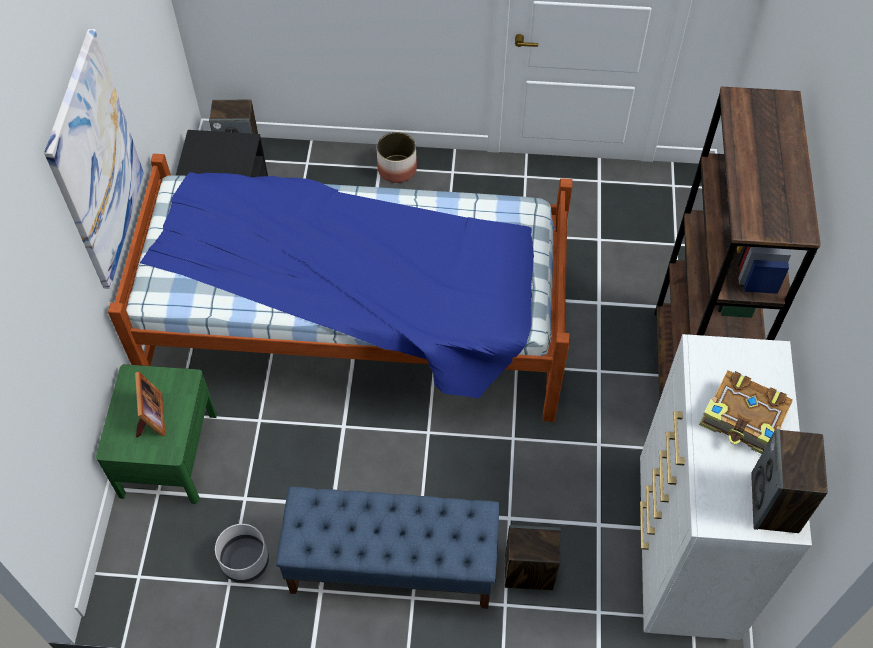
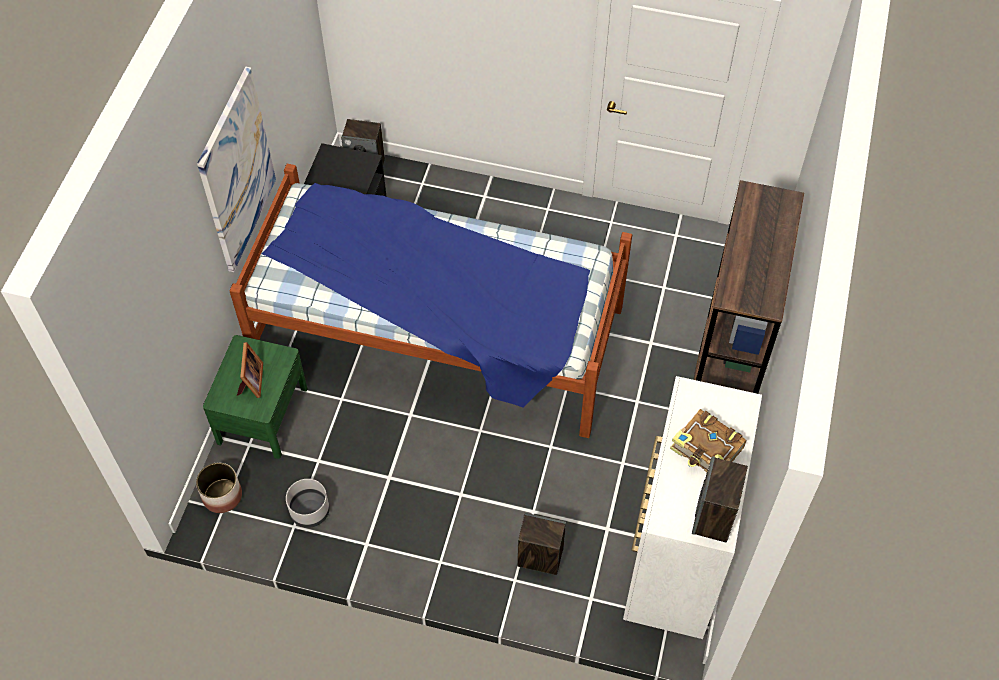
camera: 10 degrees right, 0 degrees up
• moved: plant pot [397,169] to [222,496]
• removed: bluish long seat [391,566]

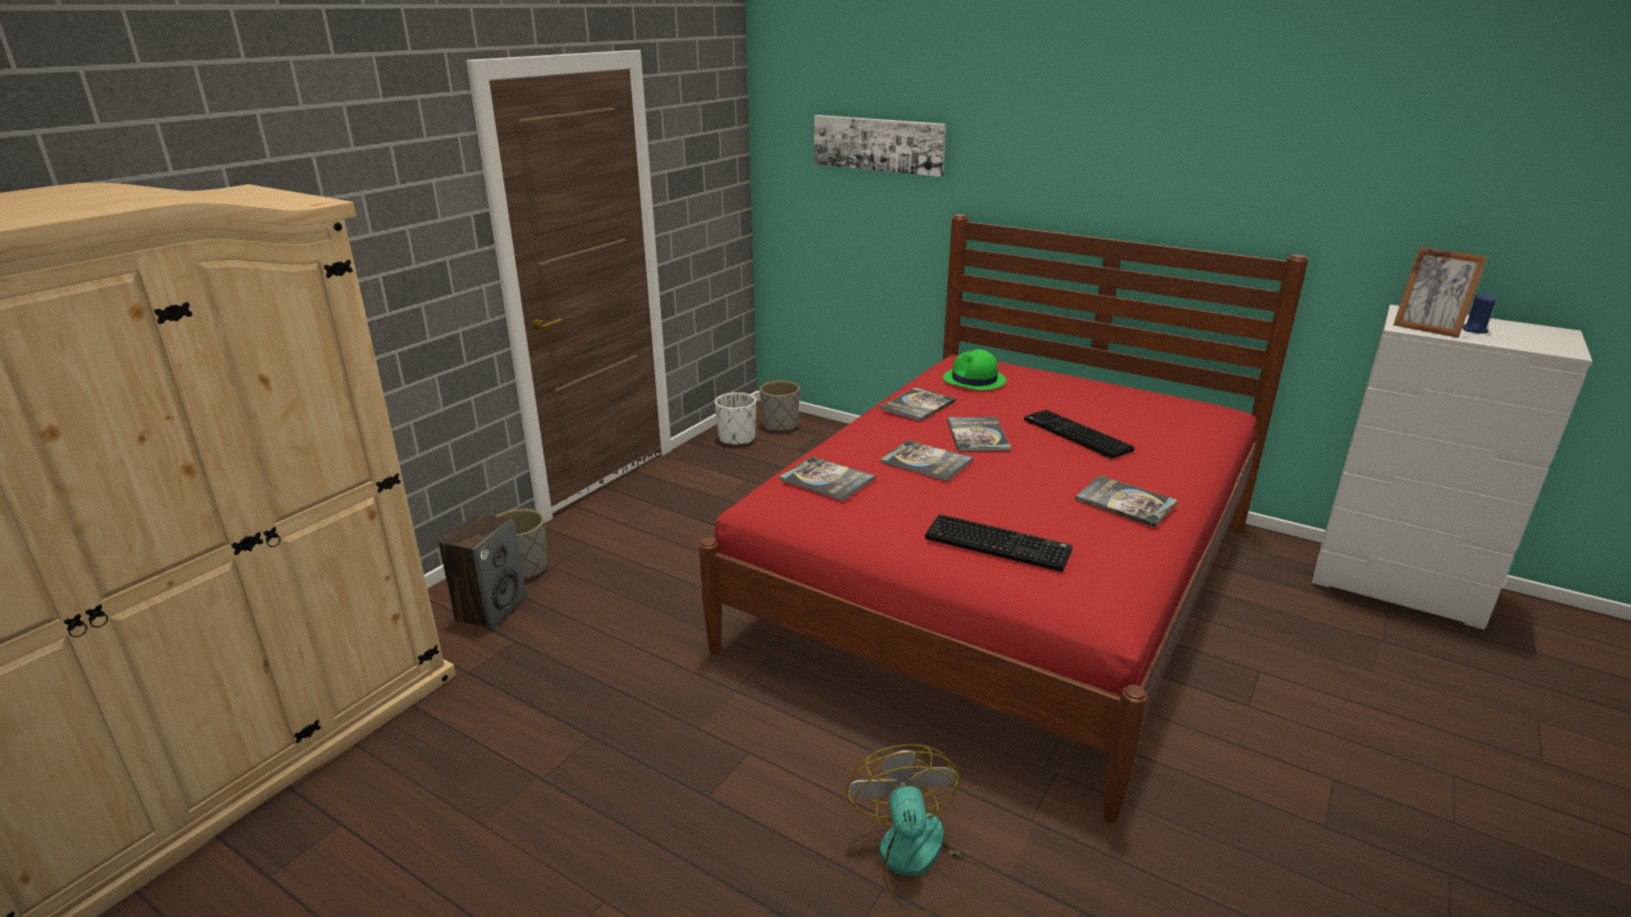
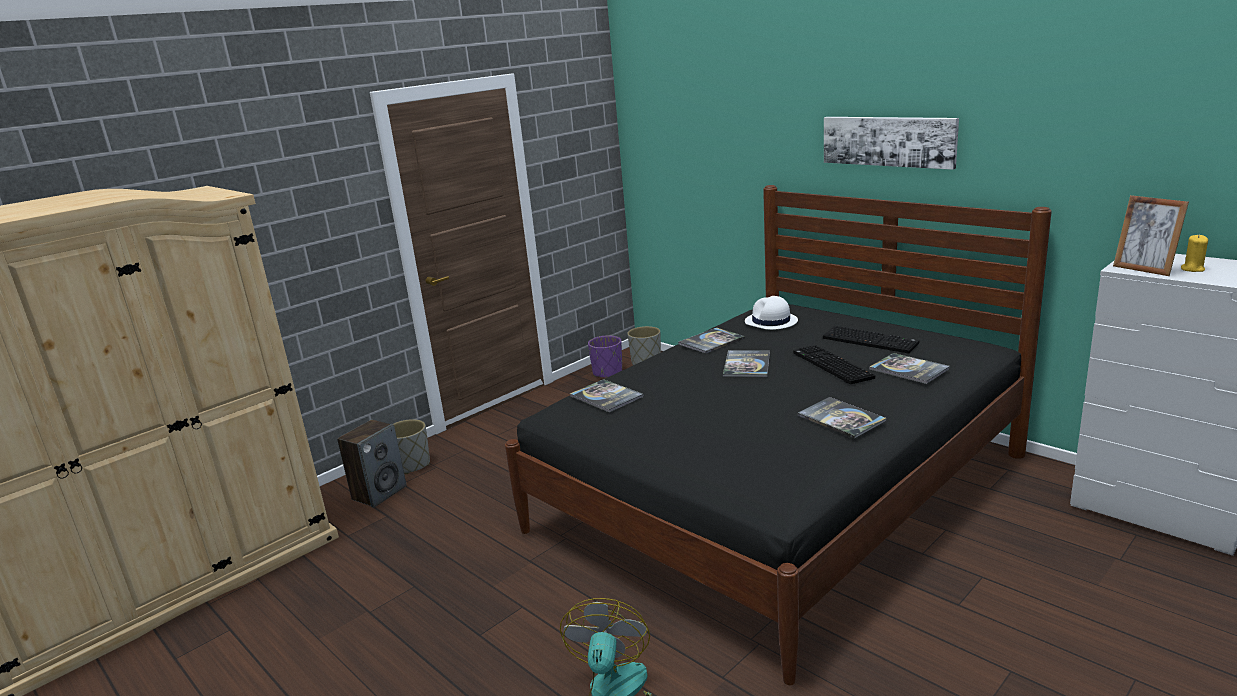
camera: 15 degrees right, 5 degrees down
• moved: picture [879,144] to [888,141]
• recoloured: reddish bed [1002,583] to black-coloured bed [779,493]
• recoloured: bluish candle [1474,330] to yellow candle [1192,269]
• recoloured: green wearable hat [974,380] to white wearable hat [771,322]
• recoloured: white plant pot [737,438] to purple plant pot [608,373]
• moved: book [926,462] to [909,369]
• moved: computer keyboard [999,544] to [871,341]

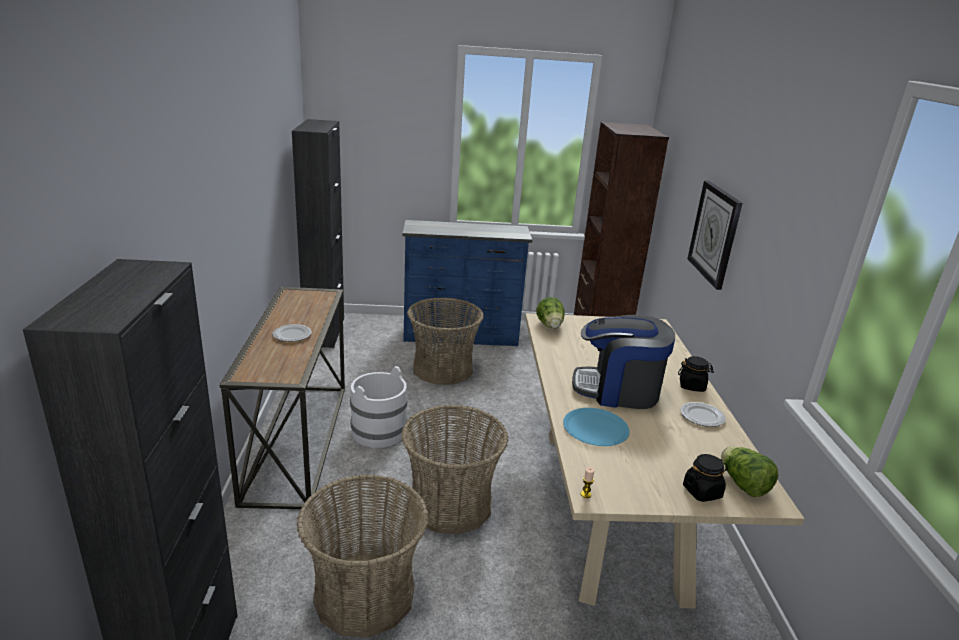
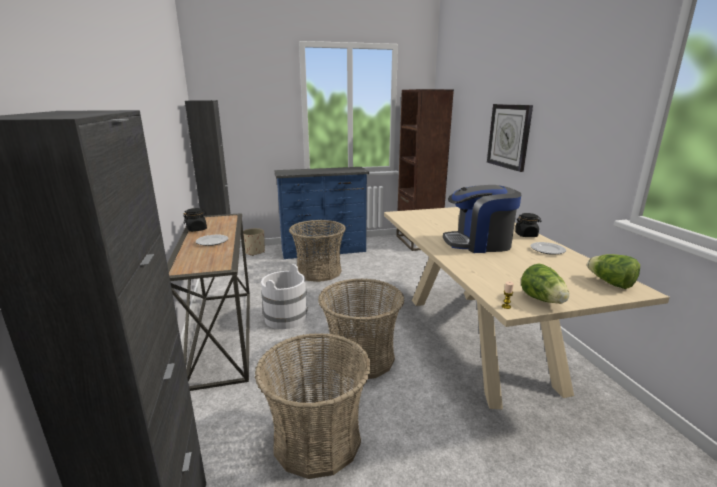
camera: 10 degrees left, 5 degrees down
• moved: head of lettuce [550,326] to [542,300]
• removed: bluish dinner plate [595,428]
• moved: black-coloured jar [702,491] to [197,229]
• added: beige-coloured plant pot [254,252]

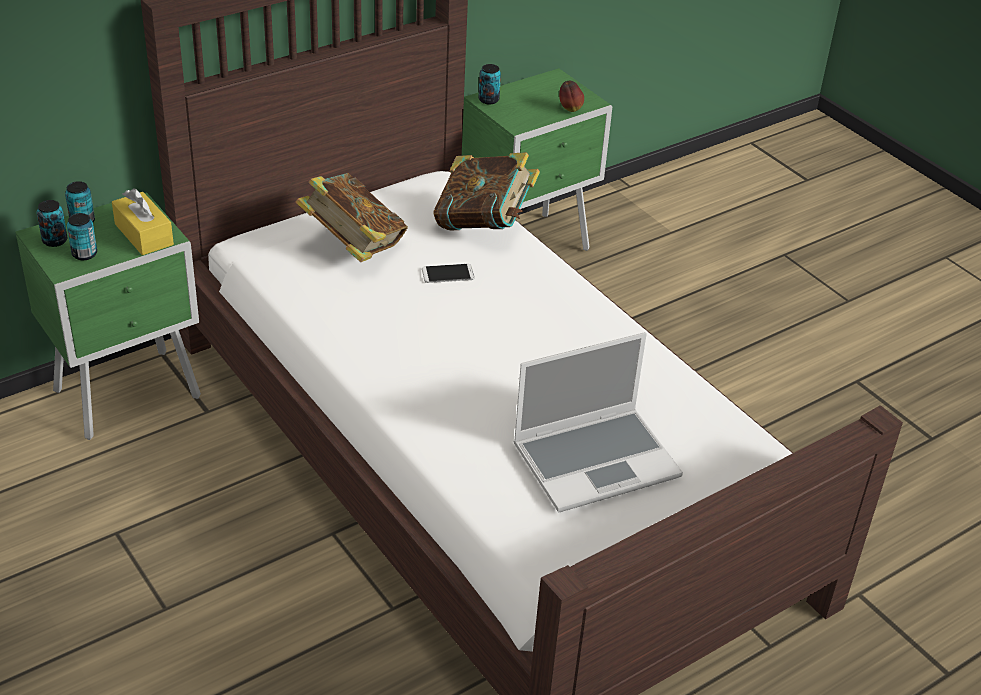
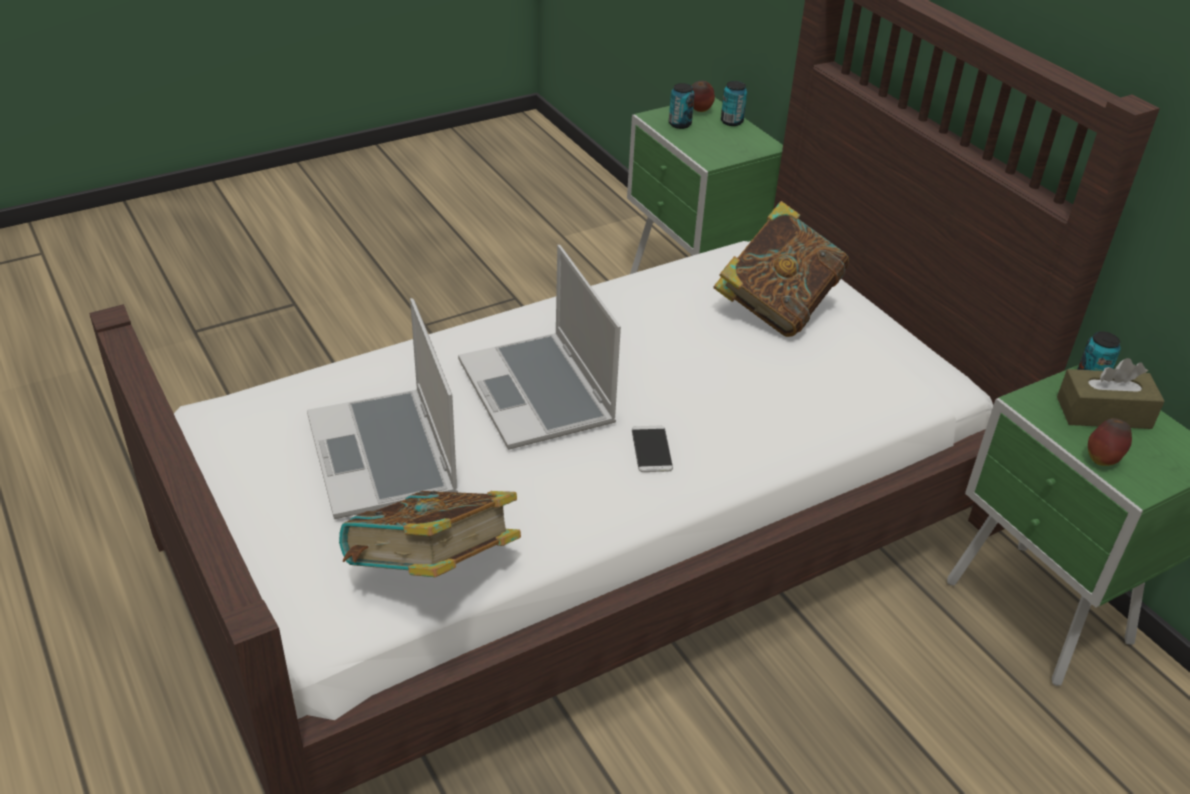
camera: 95 degrees right, 0 degrees up
• moved: book [484,224] to [433,573]
• removed: yellow tissue box [144,234]
• replaced: can [55,241] to apple fruit [699,111]
• moved: phone [448,274] to [651,449]
• added: notebook computer [539,394]
• added: brown-coloured tissue box [1103,413]

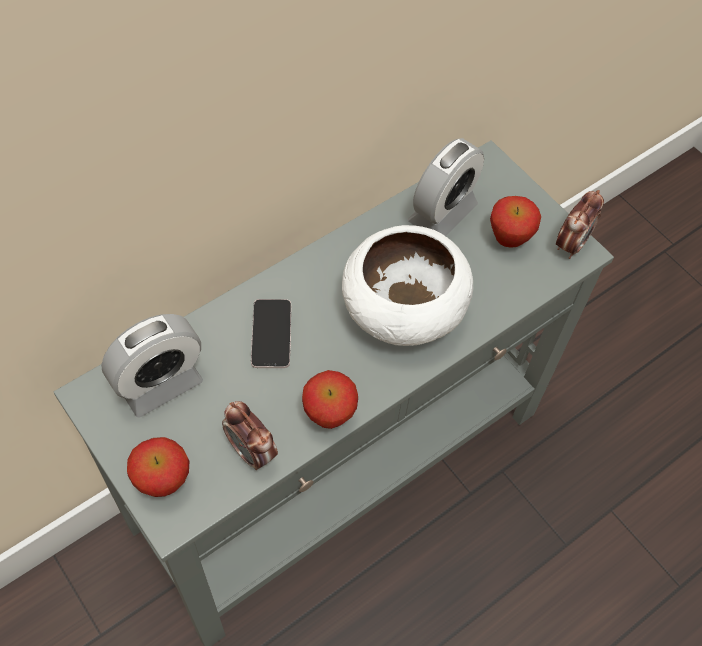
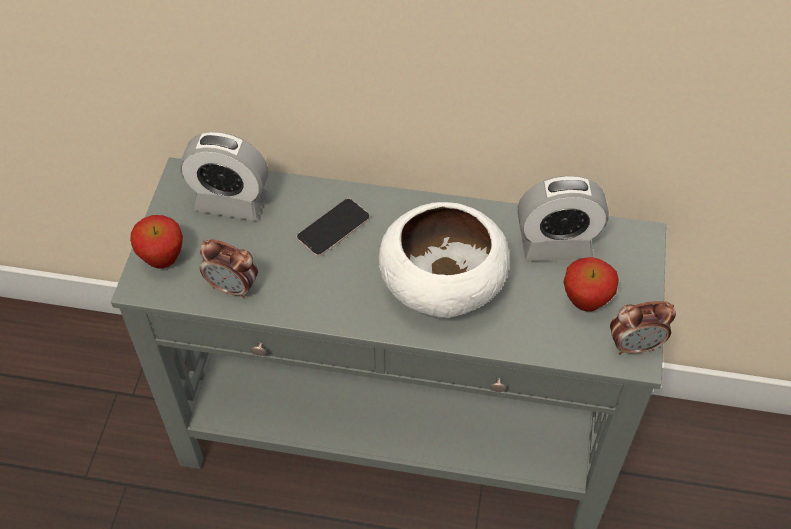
camera: 50 degrees right, 5 degrees down
• removed: apple fruit [329,416]
• turned: table clock [252,452] = [233,288] 75 degrees counterclockwise

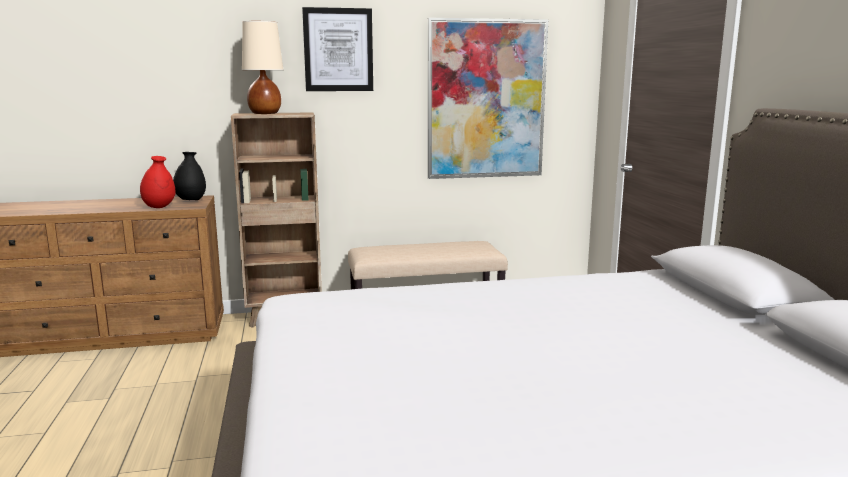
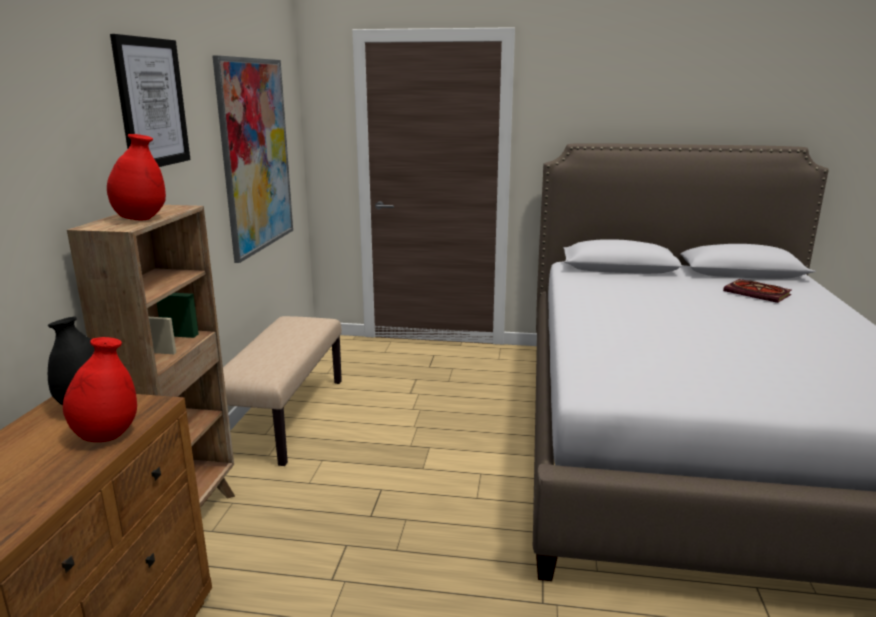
camera: 70 degrees left, 5 degrees up
• replaced: beige-coloured lamp for a table [265,114] to reddish flower vase [140,219]
• added: book [758,293]

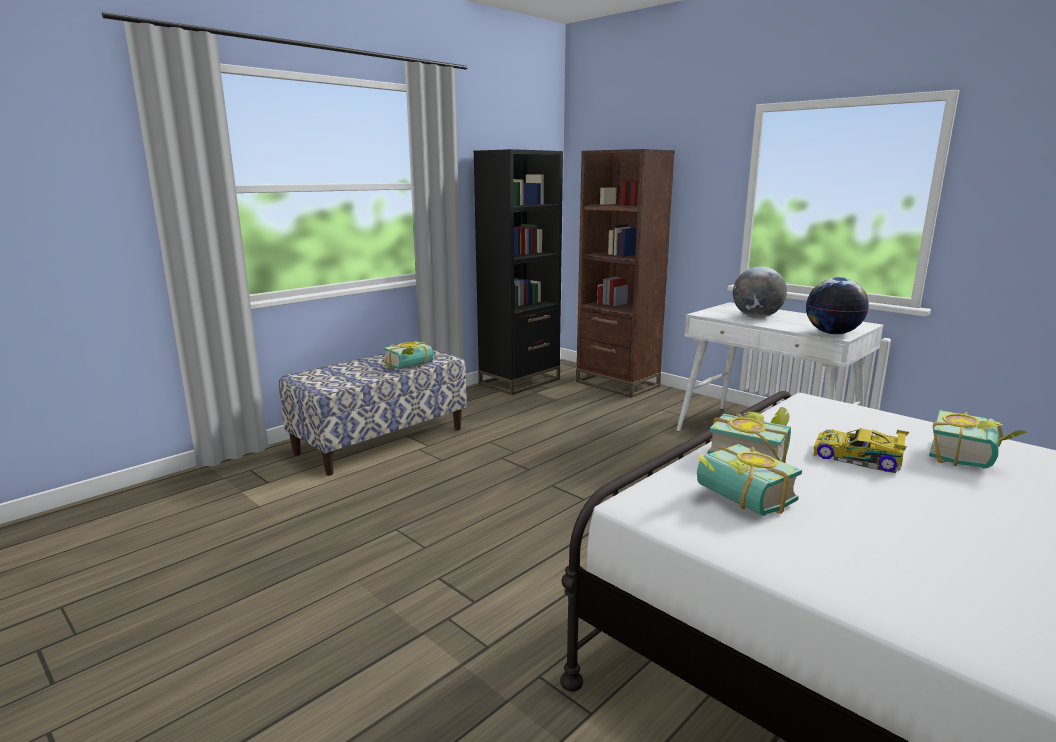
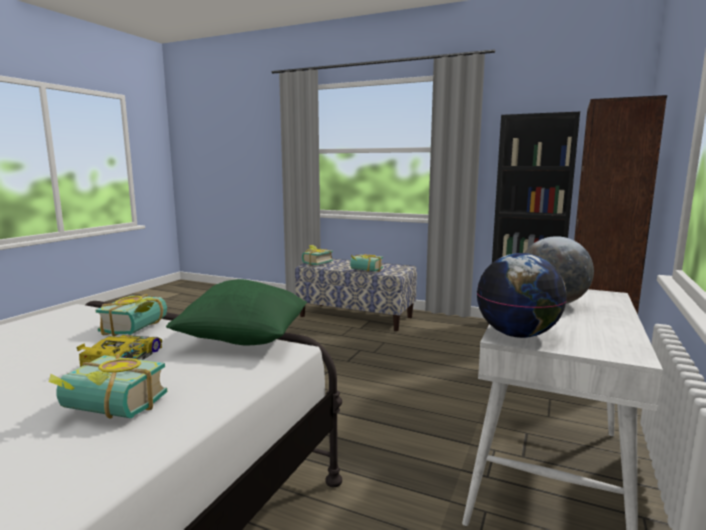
camera: 70 degrees right, 5 degrees down
• moved: book [738,500] to [315,263]
• added: green throw pillow [243,339]

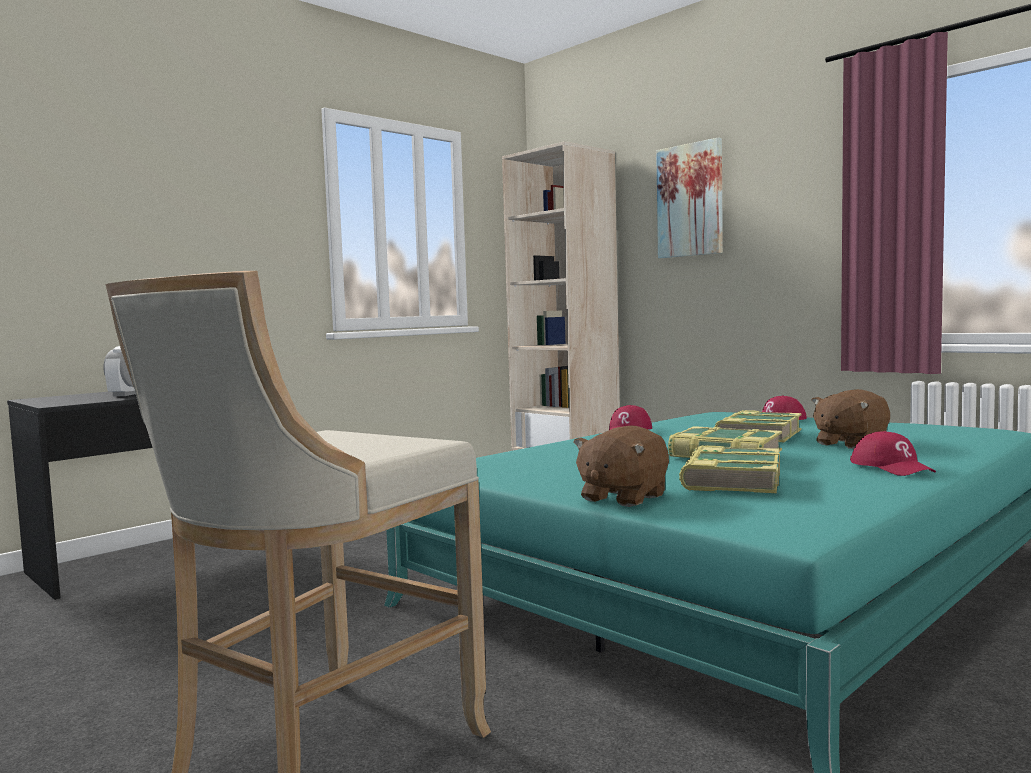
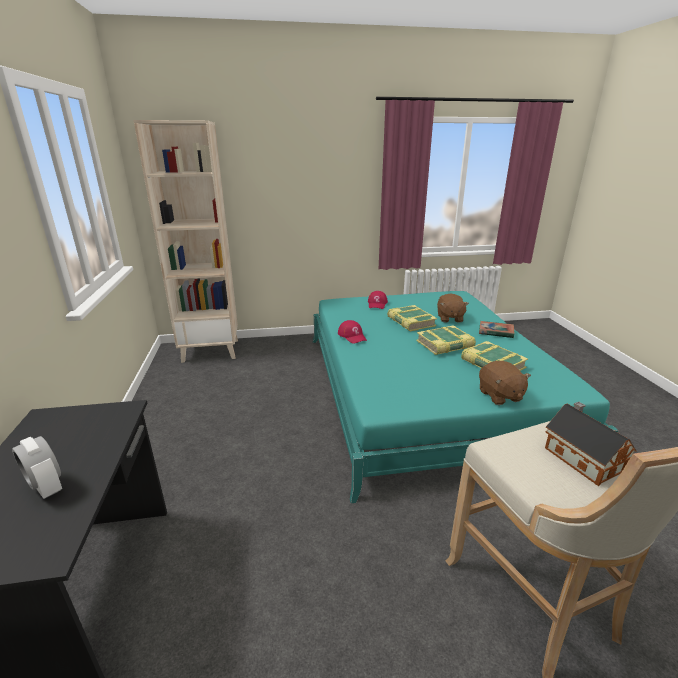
camera: 55 degrees left, 20 degrees up
• removed: picture [690,200]
• replaced: reddish cap [892,467] to book [495,332]
• added: miniature house [580,457]

